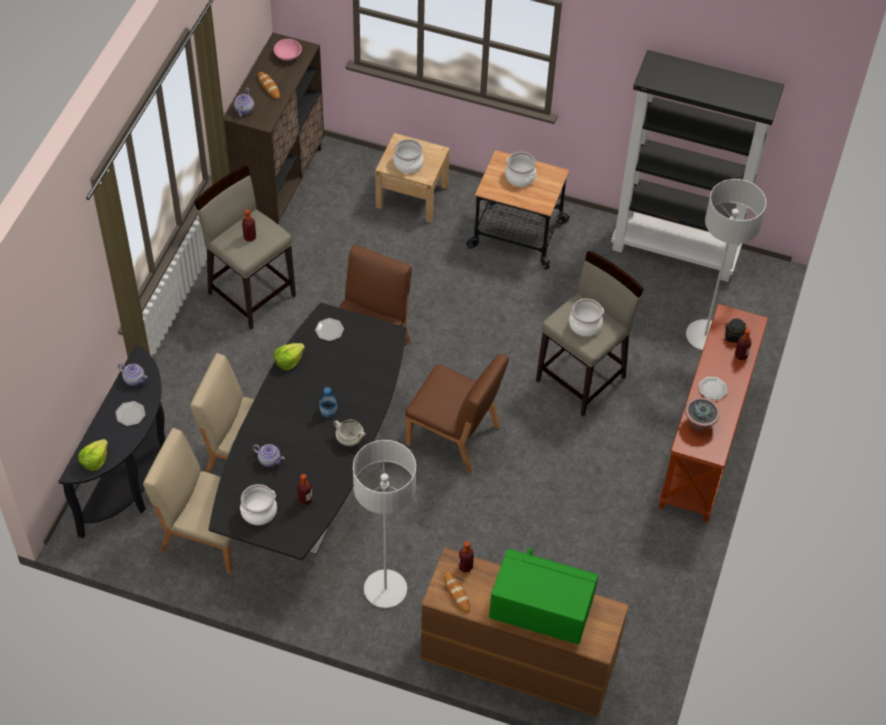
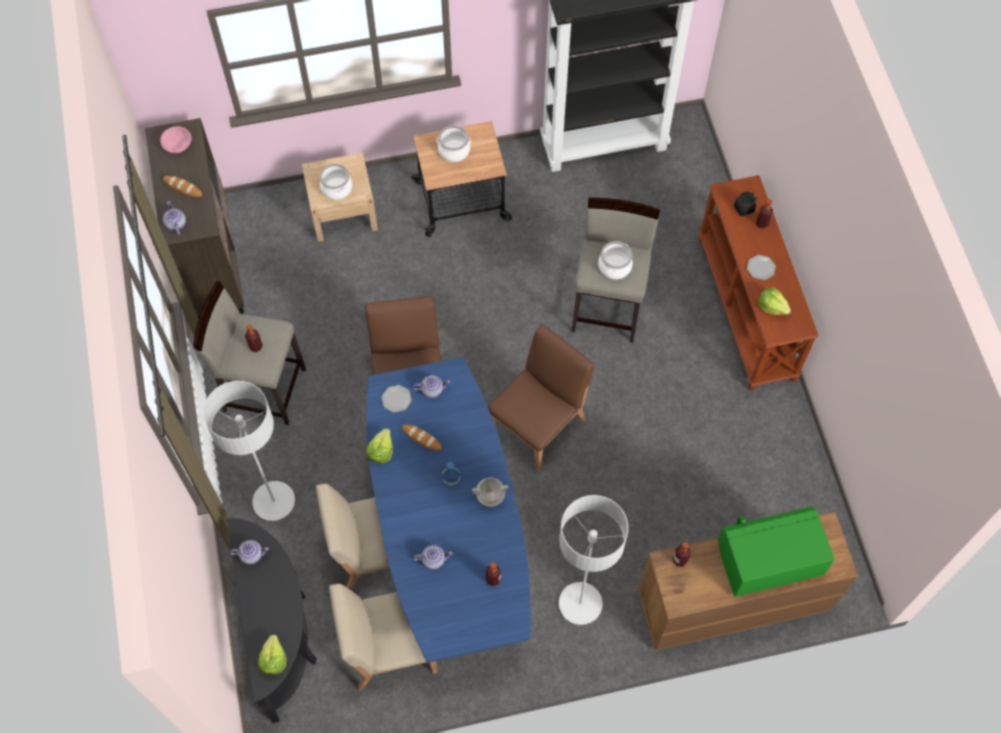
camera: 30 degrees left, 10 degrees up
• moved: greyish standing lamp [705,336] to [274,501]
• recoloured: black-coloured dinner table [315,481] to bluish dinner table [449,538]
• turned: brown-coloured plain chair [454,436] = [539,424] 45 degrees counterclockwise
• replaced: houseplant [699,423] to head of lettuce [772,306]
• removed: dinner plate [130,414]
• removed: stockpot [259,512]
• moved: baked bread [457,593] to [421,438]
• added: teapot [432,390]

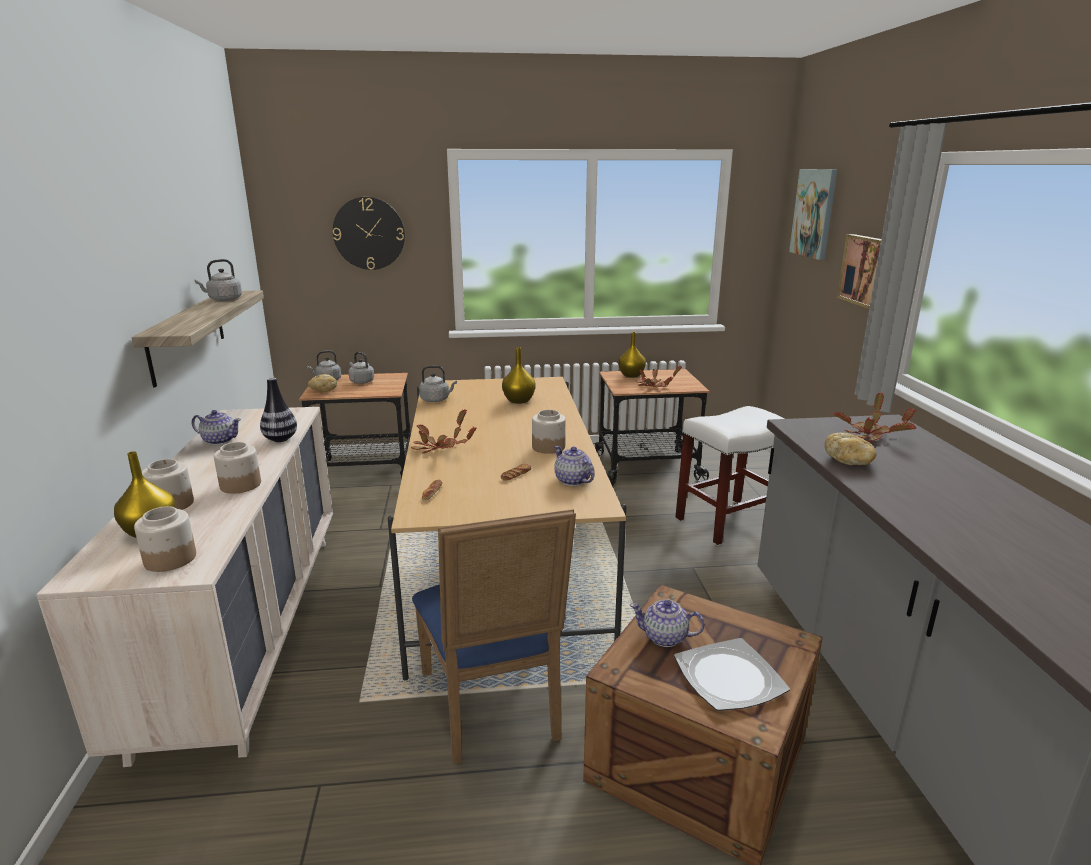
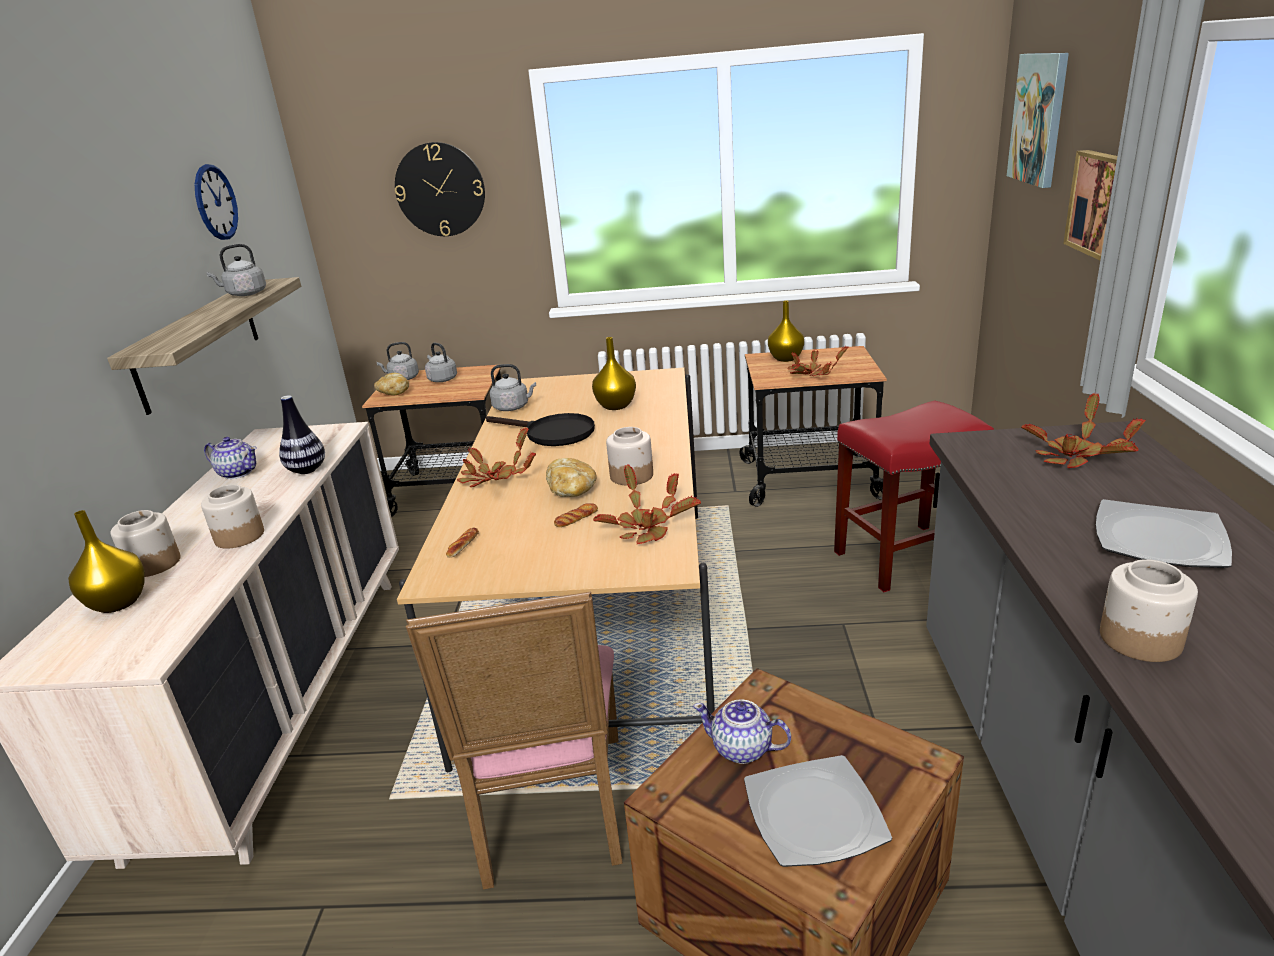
camera: 10 degrees right, 5 degrees up
• recoloured: white stool [727,522] to reddish stool [904,557]
• moved: baked bread [849,461] to [572,490]
• replaced: teapot [573,481] to houseplant [647,527]
• moved: jar [169,559] to [1139,639]
• recoloured: bluish plain chair [495,709] to pinkish plain chair [549,817]
• added: wall clock [215,202]
• added: black-coloured frying pan [552,433]
• added: dinner plate [1160,540]

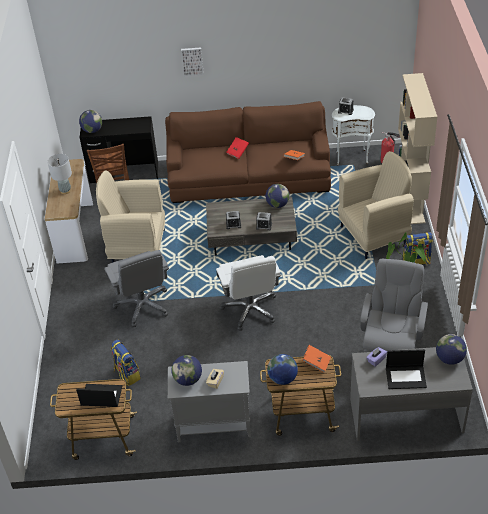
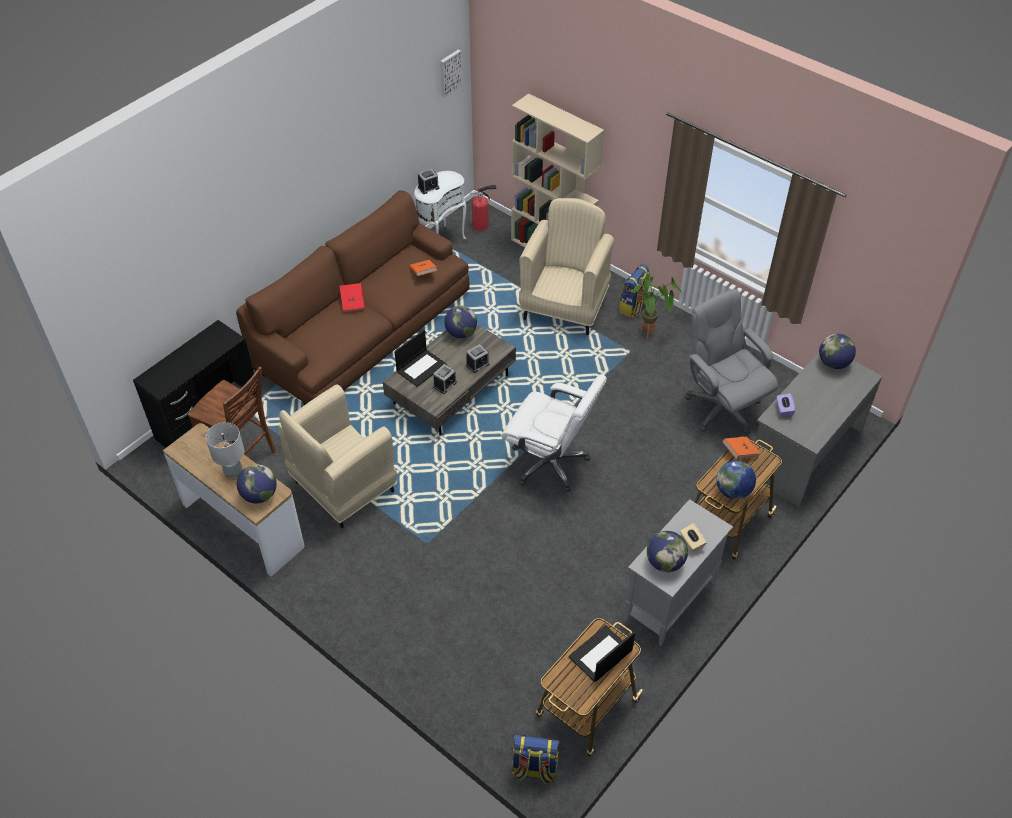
camera: 50 degrees left, 5 degrees up
• moved: picture [192,61] to [449,72]
• moved: globe [92,130] to [259,495]
• removed: greyish office chair [143,305]
• moved: rucksack [126,374] to [534,769]
• moved: notebook computer [406,377] to [421,367]

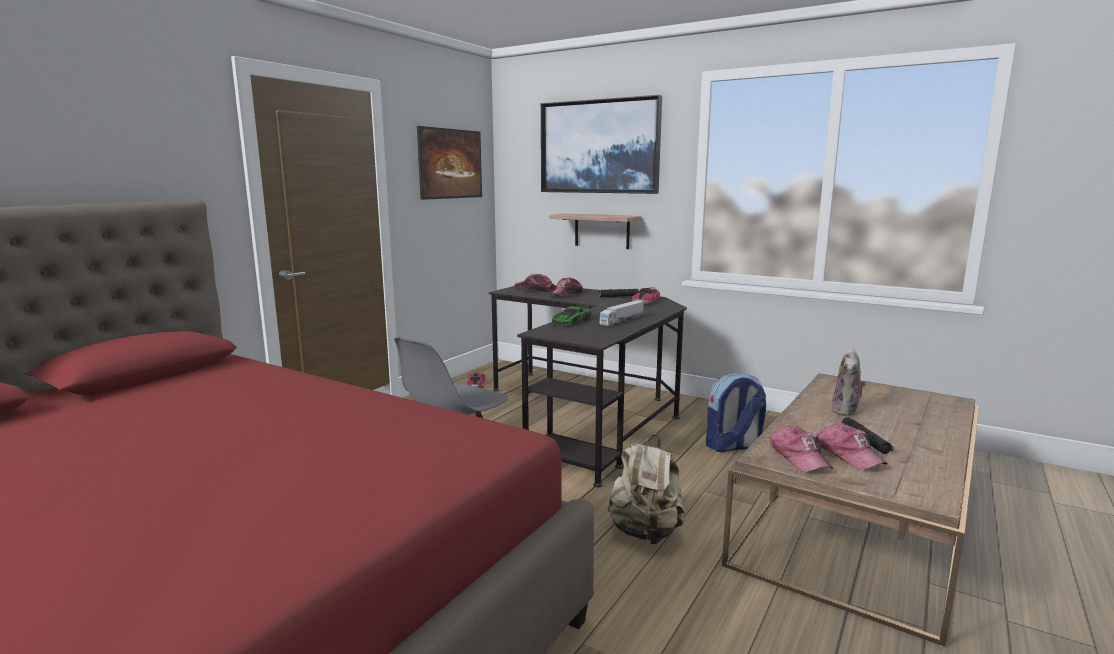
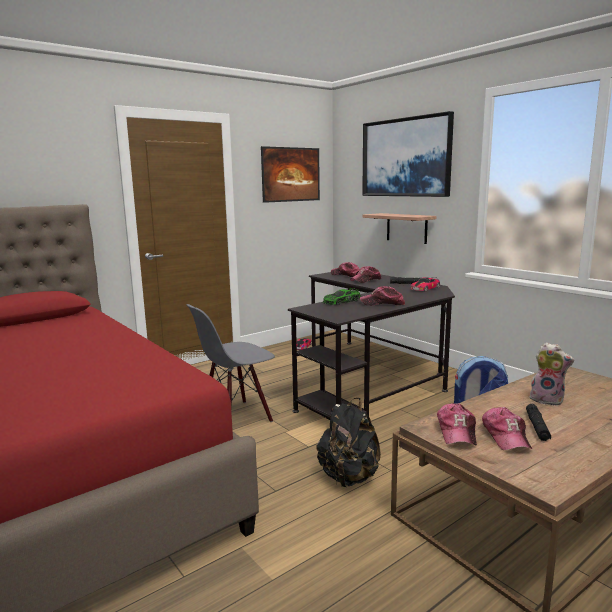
camera: 20 degrees right, 0 degrees up
• replaced: toy lorry [622,320] to cap [382,303]
• turned: plush toy [846,411] = [547,400] 105 degrees counterclockwise
• recoloured: beige-coloured rucksack [646,532] to black-coloured rucksack [349,477]

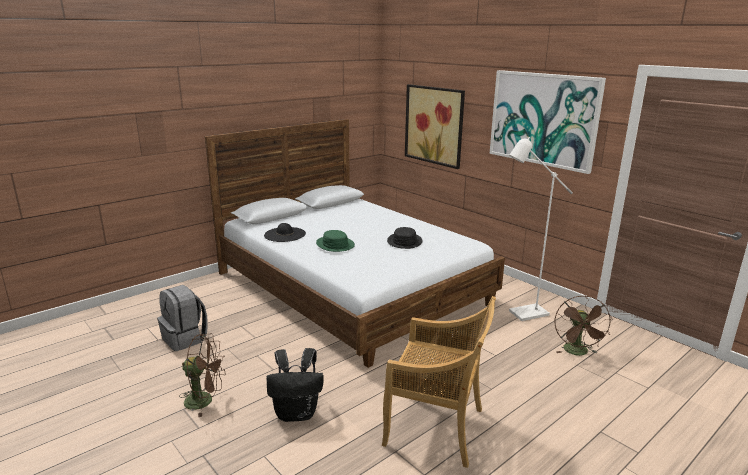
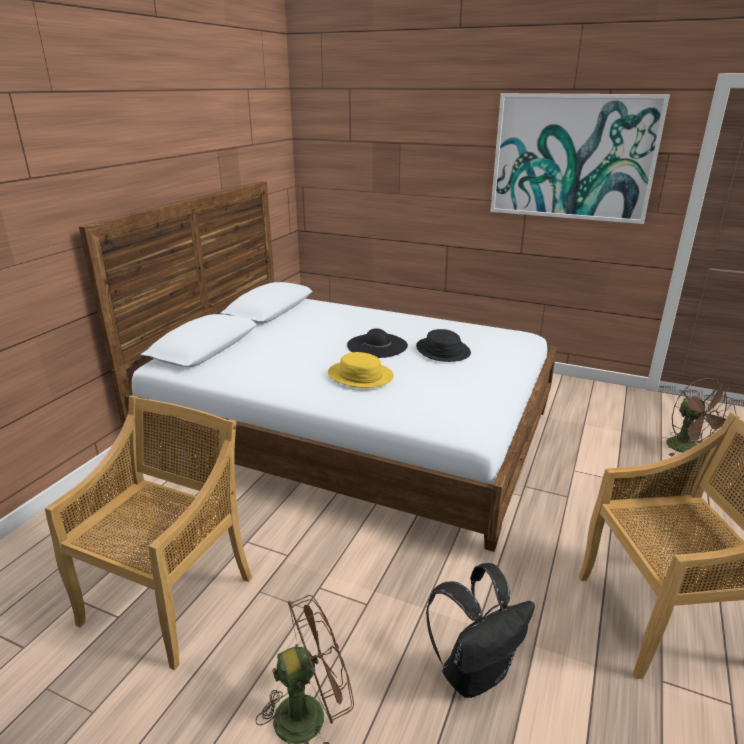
camera: 25 degrees left, 5 degrees up
• removed: picture [434,125]
• removed: white standing lamp [523,314]
• moved: black-coloured wearable hat [285,234] to [377,345]
• recoloured: green wearable hat [335,245] to yellow wearable hat [360,375]
• replaced: greyish rucksack [185,339] to beige-coloured plain chair [169,598]

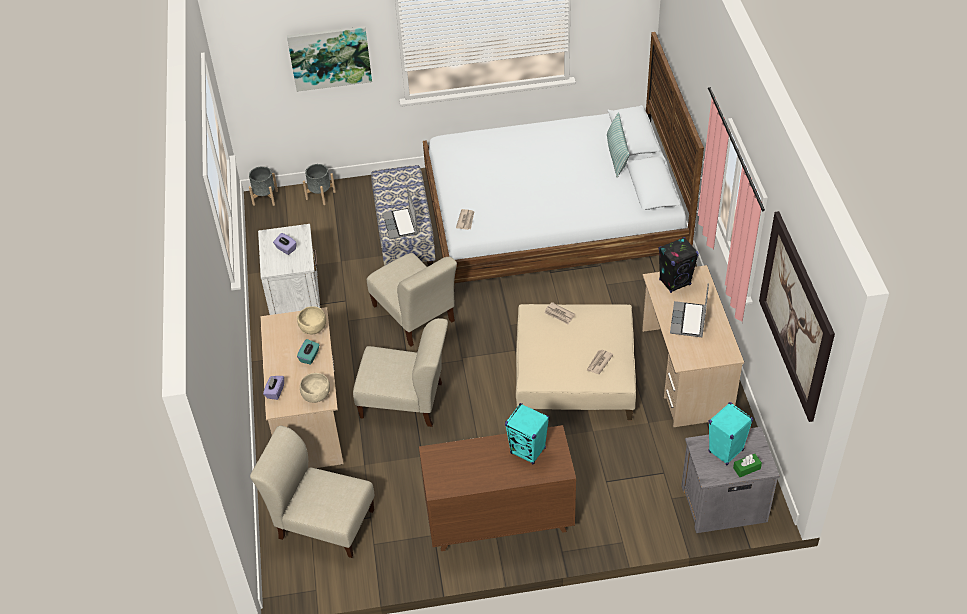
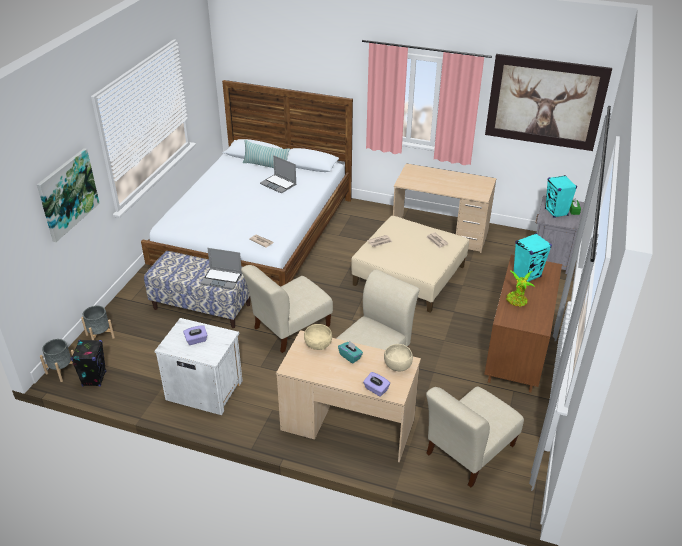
camera: 65 degrees left, 10 degrees down
• moved: black-coloured audio speaker [675,282] to [94,379]
• turned: beige-coloured plain chair [415,316] = [289,329] 150 degrees clockwise
• moved: notebook computer [688,321] to [279,184]
• added: houseplant [517,301]

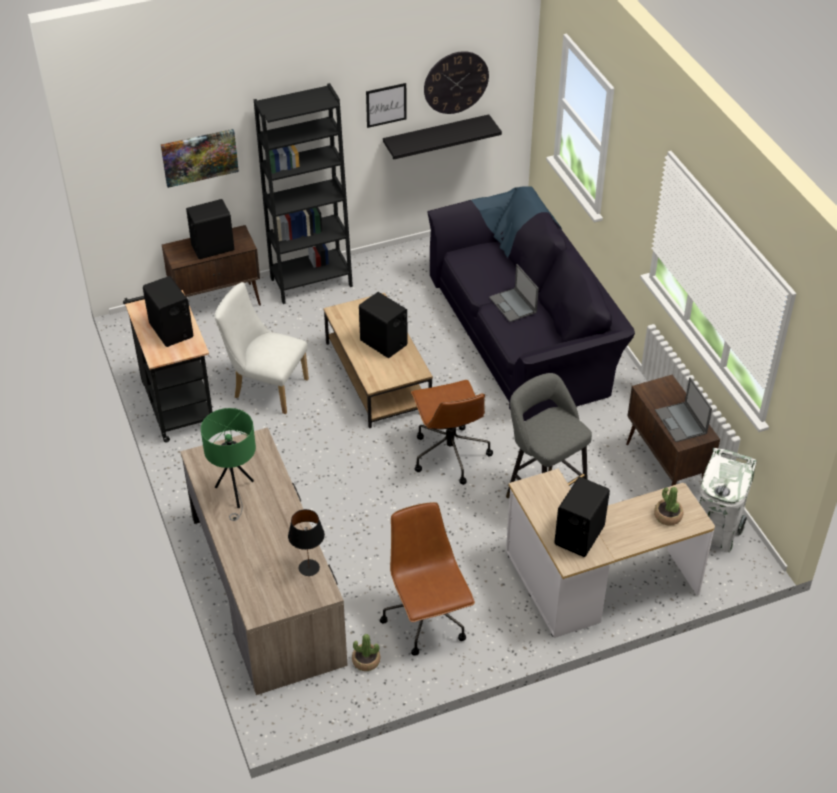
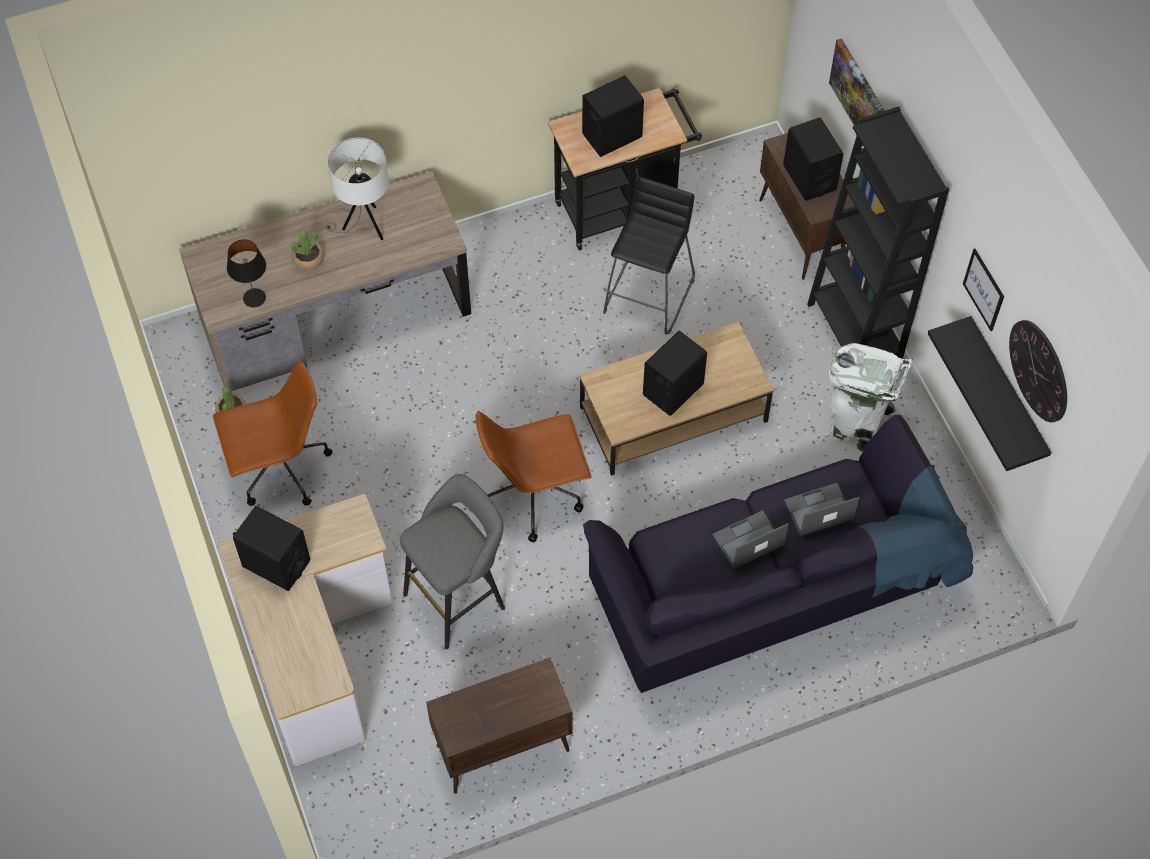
camera: 90 degrees right, 15 degrees up
• replaced: white plain chair [265,387] to black-coloured stool [649,295]
• moved: notebook computer [681,422] to [818,510]
• recoloured: green lamp for a table [235,494] to white lamp for a table [364,225]
• moved: white waste bin [715,534] to [857,424]
• moved: houseplant [667,516] to [308,258]

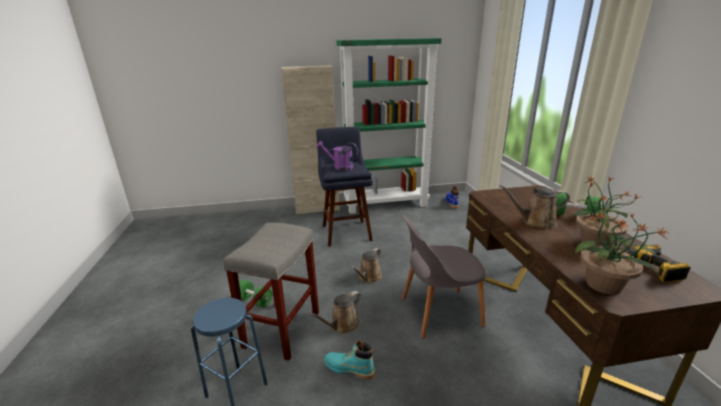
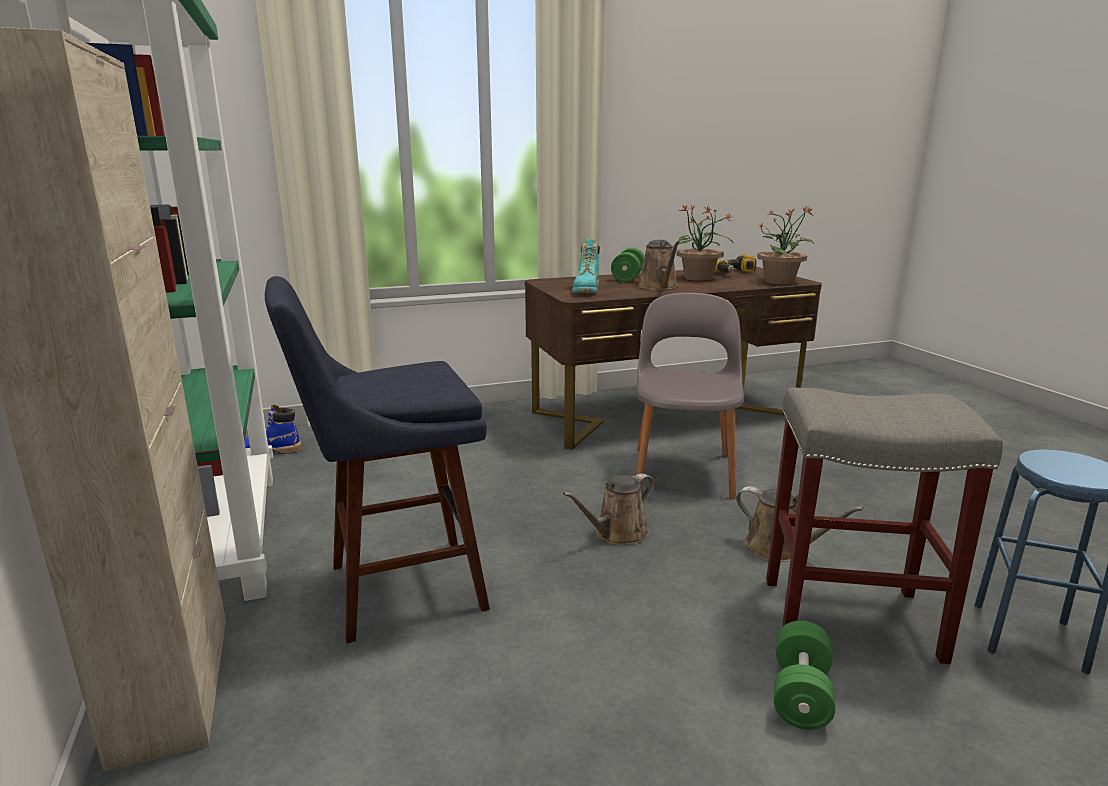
camera: 100 degrees left, 5 degrees down
• removed: purple sprinkling can [339,167]
• turned: greyish plain chair [438,312] = [683,470] 150 degrees counterclockwise
• turned: brown-coloured sprinkling can [369,277] = [617,534] 120 degrees clockwise
• moved: turquoise-coloured tall boot [349,369] to [586,291]

